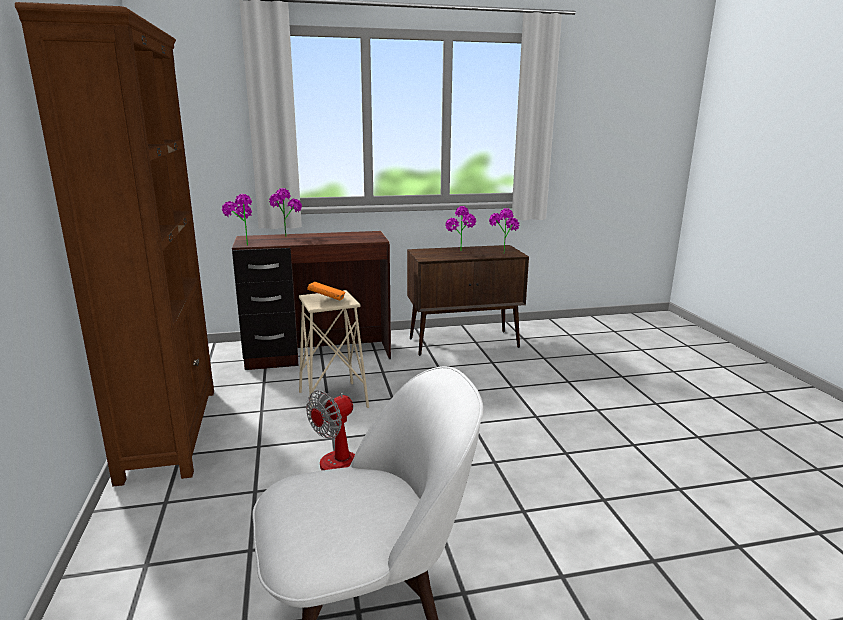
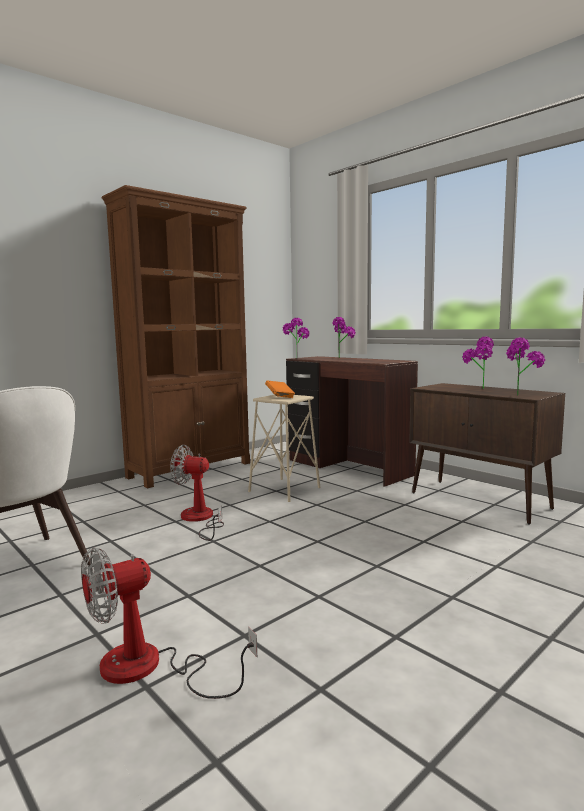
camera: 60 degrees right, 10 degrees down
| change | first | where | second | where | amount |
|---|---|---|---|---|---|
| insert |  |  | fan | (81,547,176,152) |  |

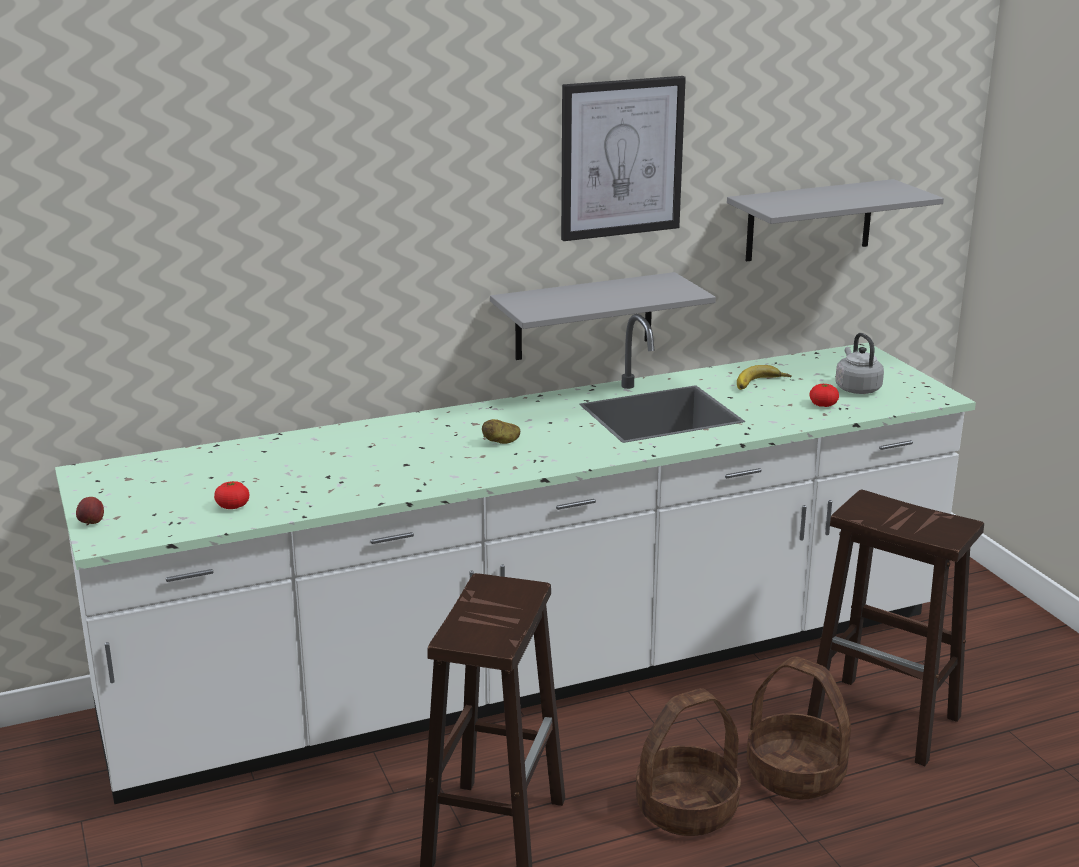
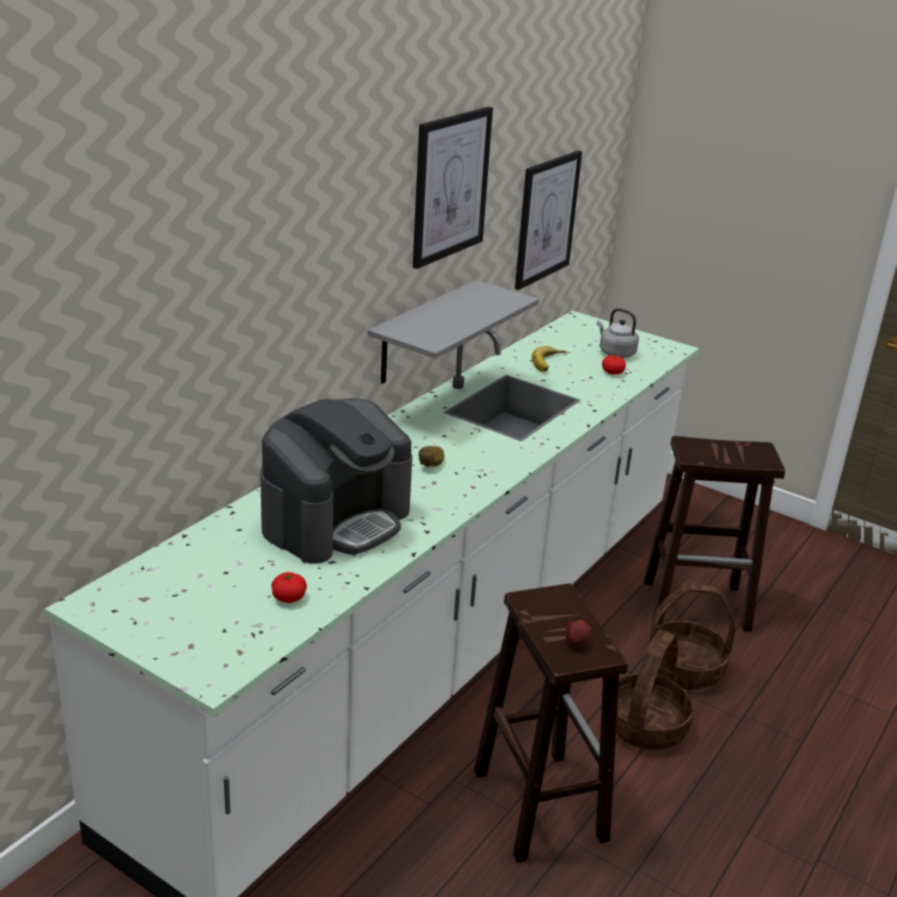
camera: 35 degrees left, 5 degrees up
| change | first | where | second | where | amount |
|---|---|---|---|---|---|
| move | apple | (76,497,28,28) |  | (566,620,25,28) |  |
| replace | grey shelf | (727,179,217,82) | picture | (515,151,67,139) |  |
| insert |  |  | coffee machine | (260,398,152,166) |  |

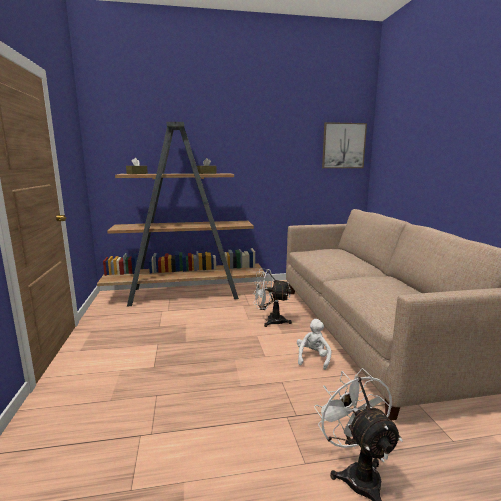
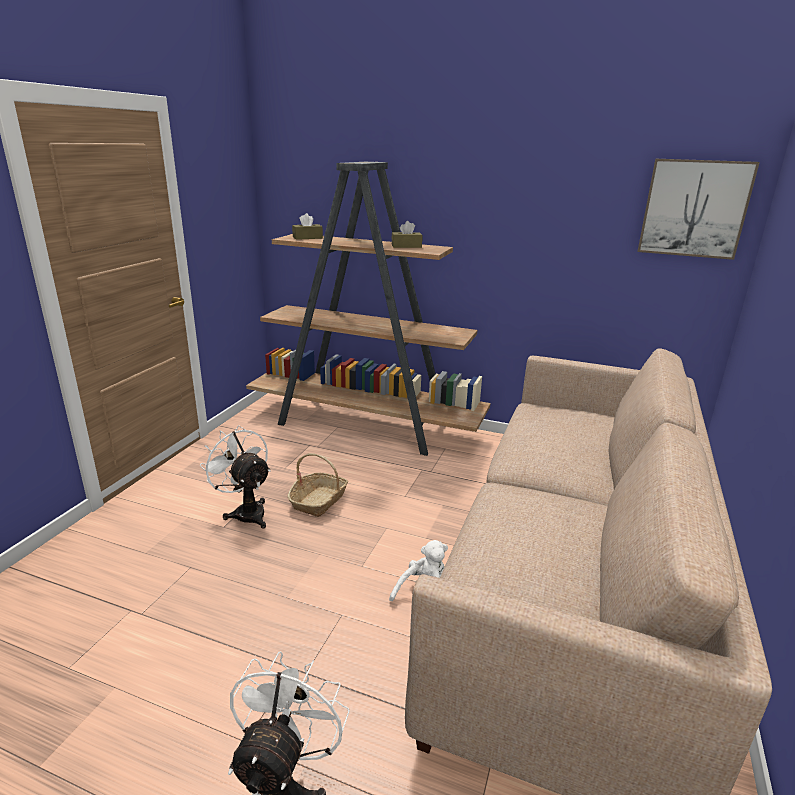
camera: 30 degrees right, 10 degrees up
| change | first | where | second | where | amount |
|---|---|---|---|---|---|
| move | white fan | (253,269,39,58) |  | (200,426,71,103) |  |
| insert |  |  | basket | (287,453,61,64) |  |

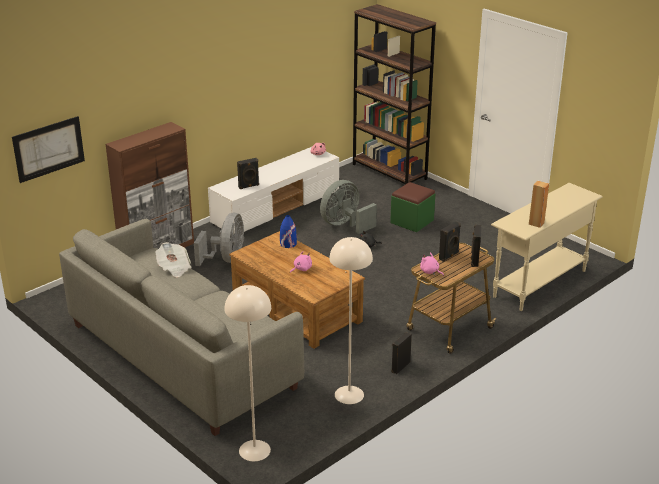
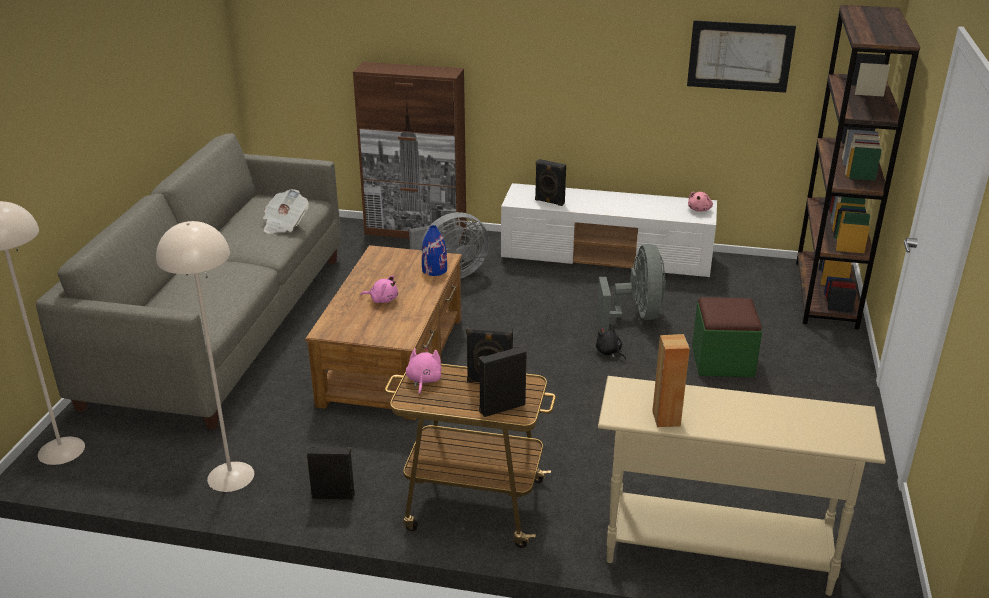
camera: 55 degrees right, 0 degrees up
| change | first | where | second | where | amount |
|---|---|---|---|---|---|
| move | picture | (12,116,73,67) |  | (687,20,109,73) |  |
| rotate | grey fan | (320,180,57,54) |  | (597,244,69,87) | 75 degrees clockwise |

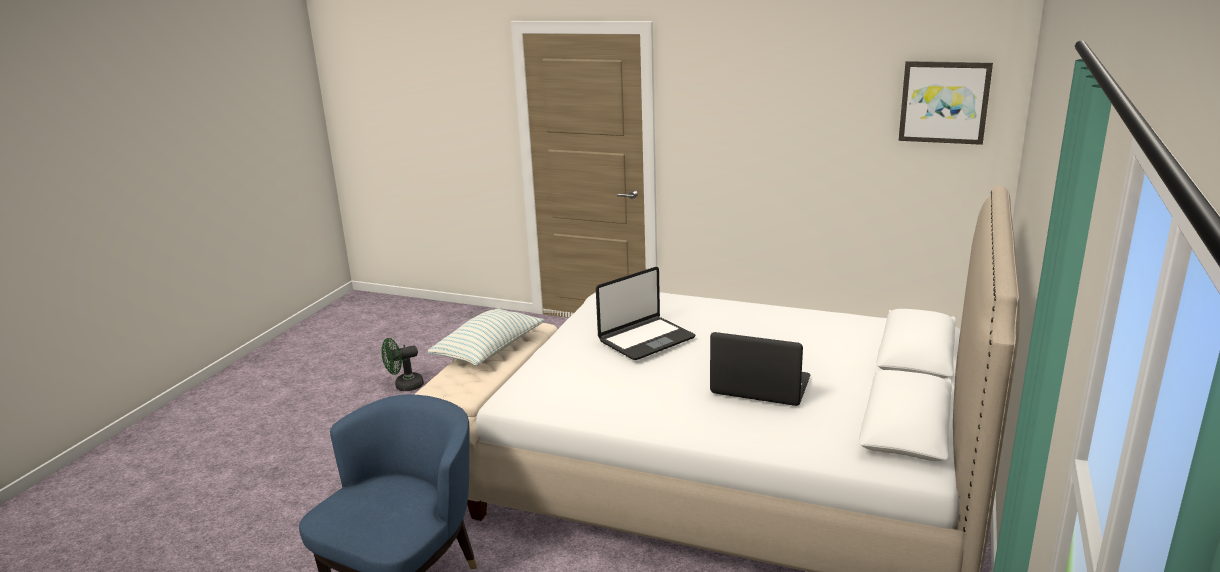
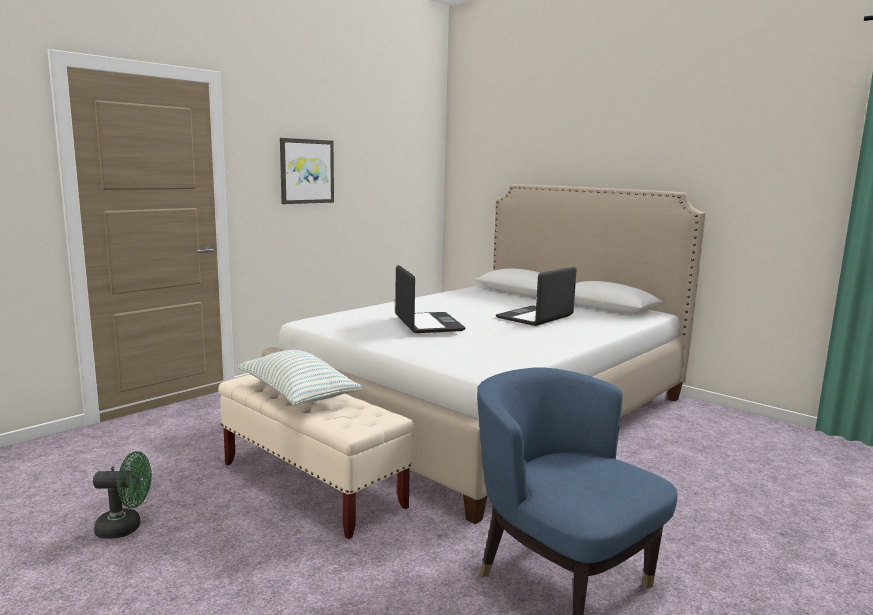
camera: 70 degrees left, 10 degrees down
| change | first | where | second | where | amount |
|---|---|---|---|---|---|
| rotate | green fan | (381,338,43,53) |  | (93,451,59,88) | 90 degrees counterclockwise |
| move | picture | (899,61,94,84) |  | (280,138,54,66) |  |

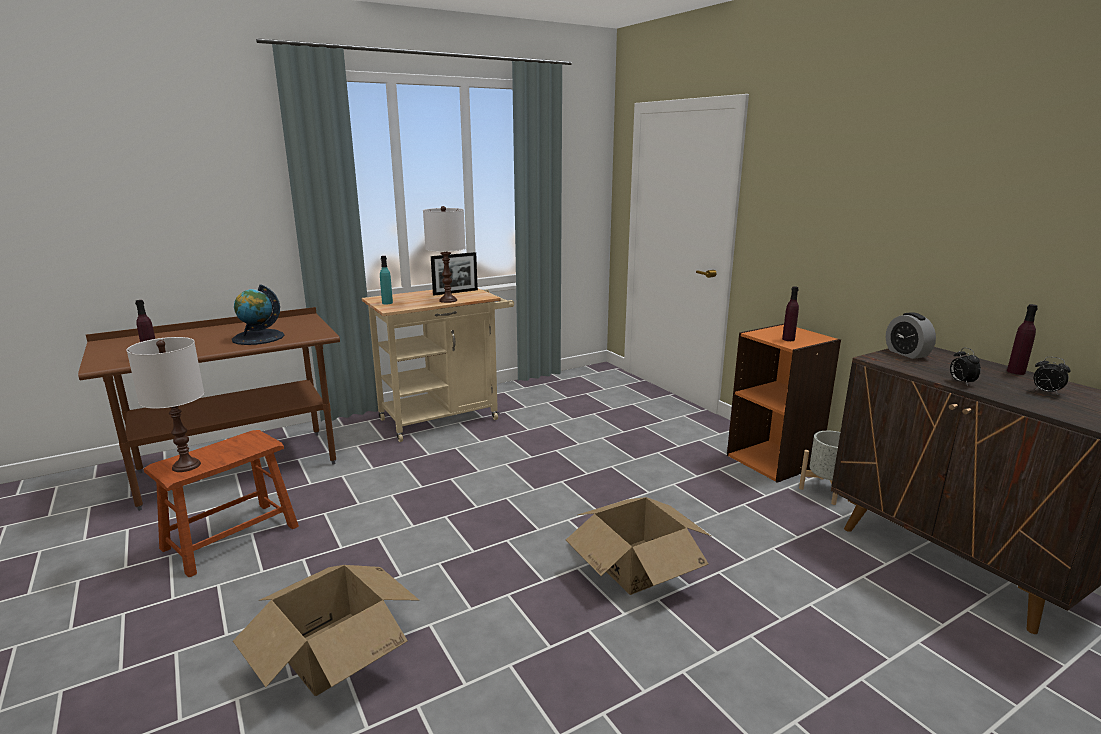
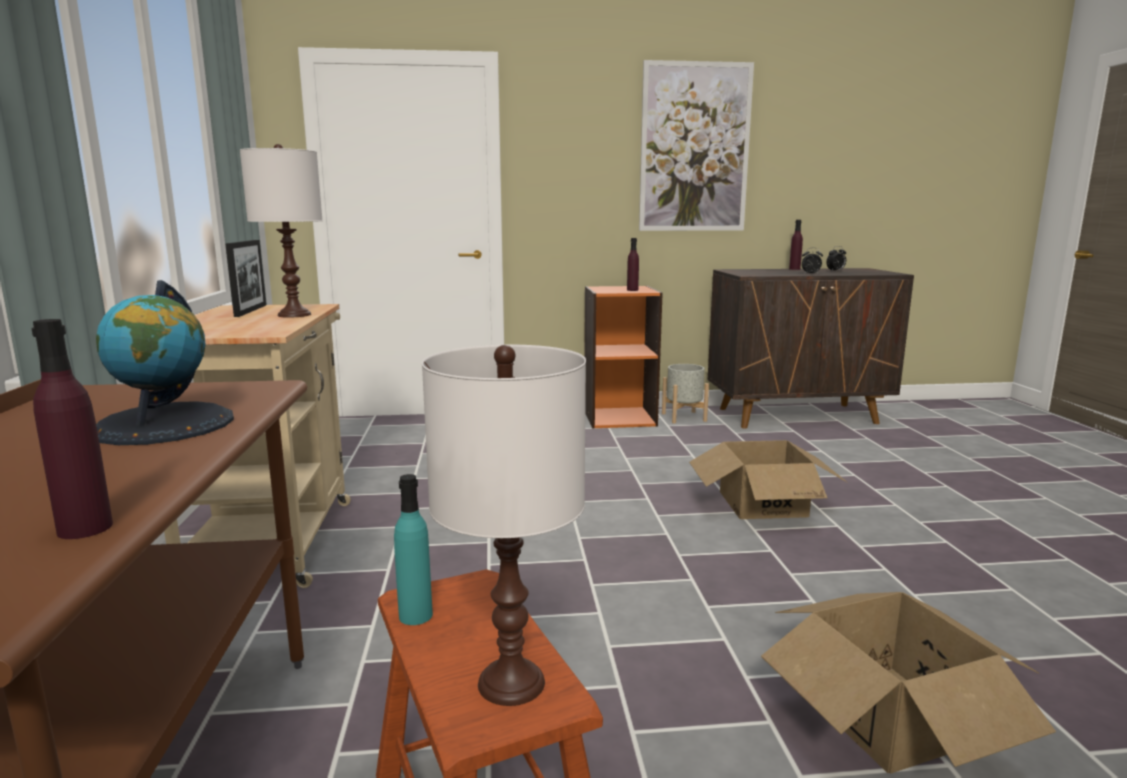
camera: 65 degrees left, 5 degrees down
| change | first | where | second | where | amount |
|---|---|---|---|---|---|
| move | turquoise bottle | (380,256,13,48) |  | (394,474,39,151) |  |
| delete | alarm clock | (886,312,50,47) |  |  |  |
| insert |  |  | picture | (639,60,115,171) |  |

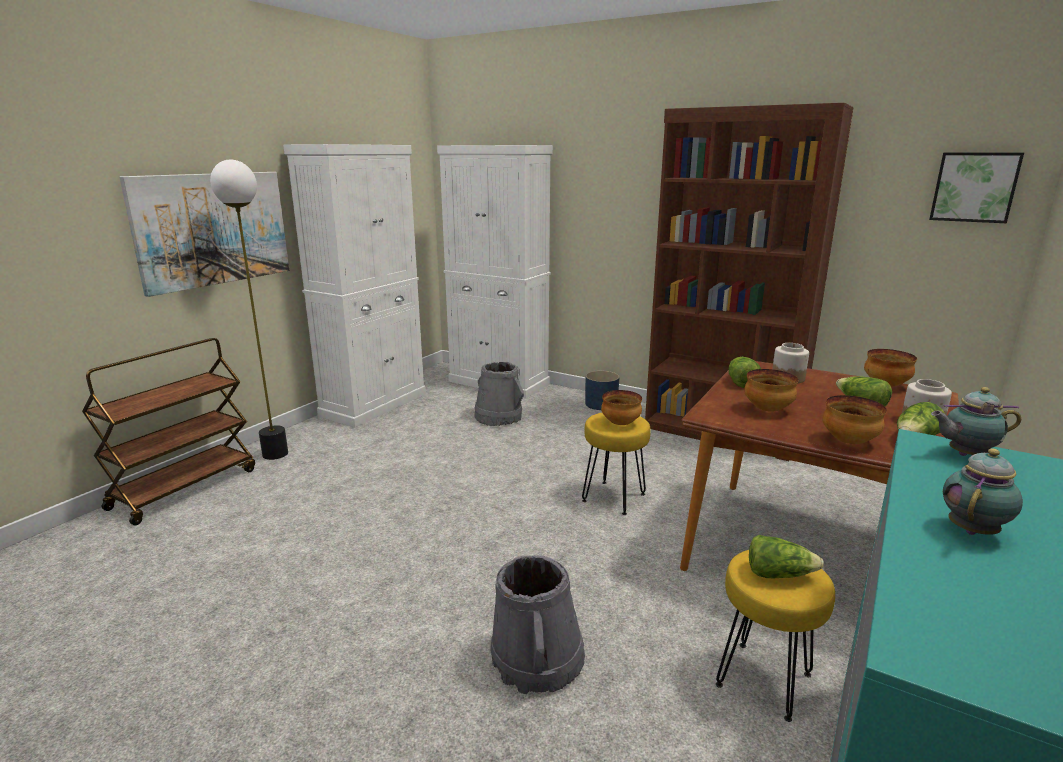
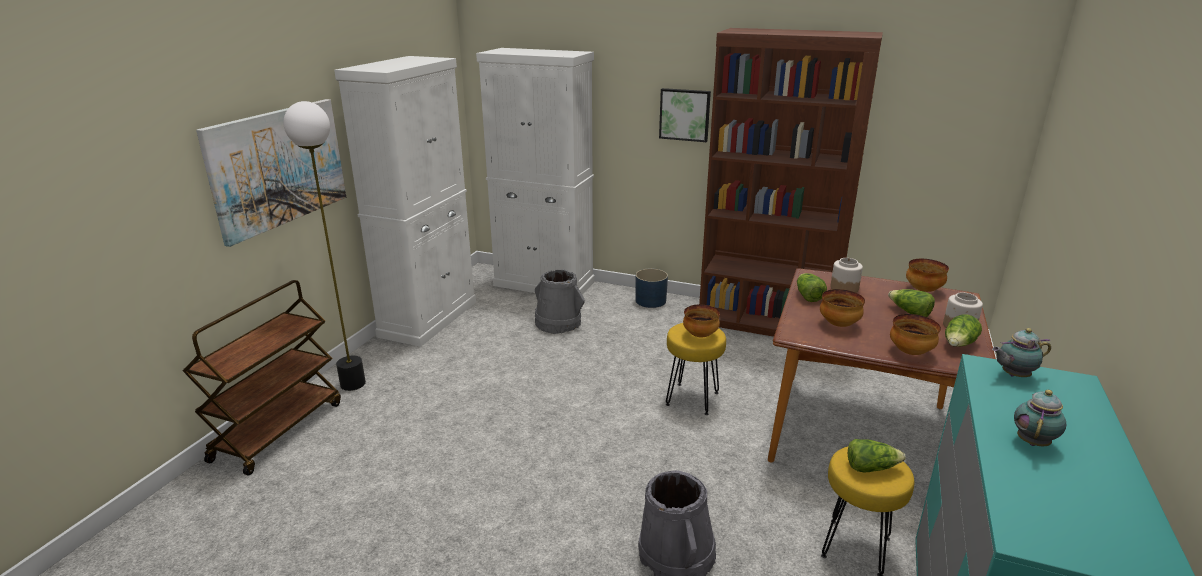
camera: 10 degrees left, 5 degrees up
| change | first | where | second | where | amount |
|---|---|---|---|---|---|
| move | picture | (929,152,95,71) |  | (659,88,52,54) |  |

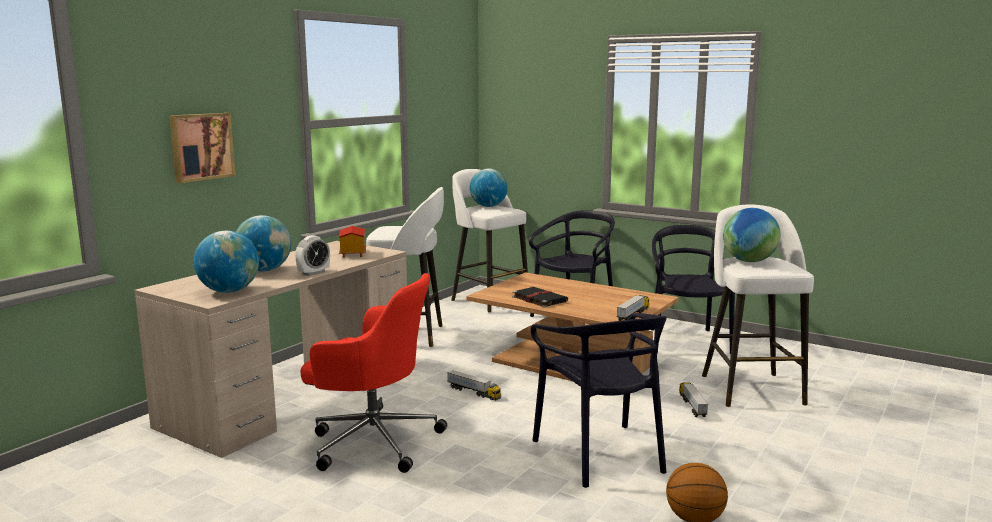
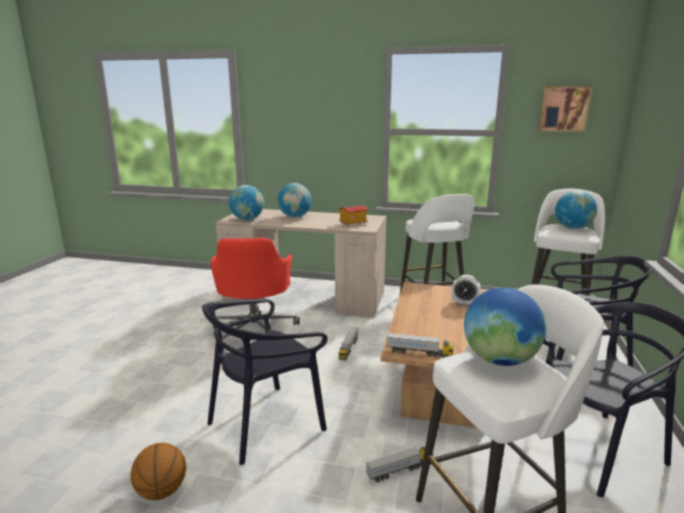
camera: 70 degrees right, 5 degrees up
| change | first | where | second | where | amount |
|---|---|---|---|---|---|
| move | picture | (169,113,67,70) |  | (538,86,55,46) |  |
| move | alarm clock | (295,235,35,41) |  | (452,275,29,31) |  |
| delete | black book | (512,287,56,21) |  |  |  |

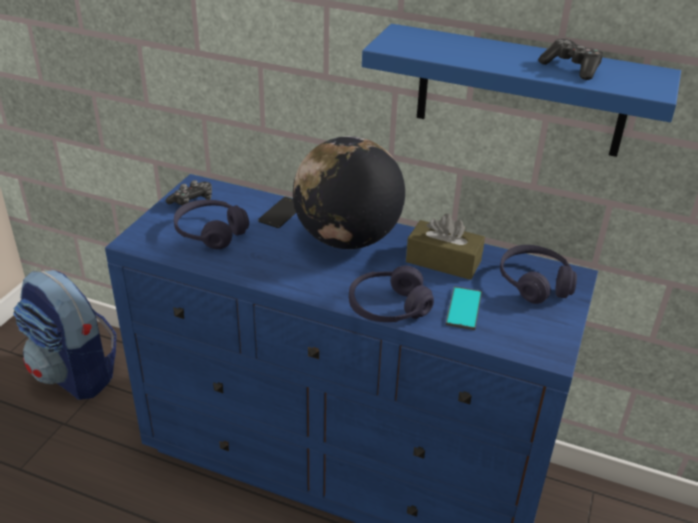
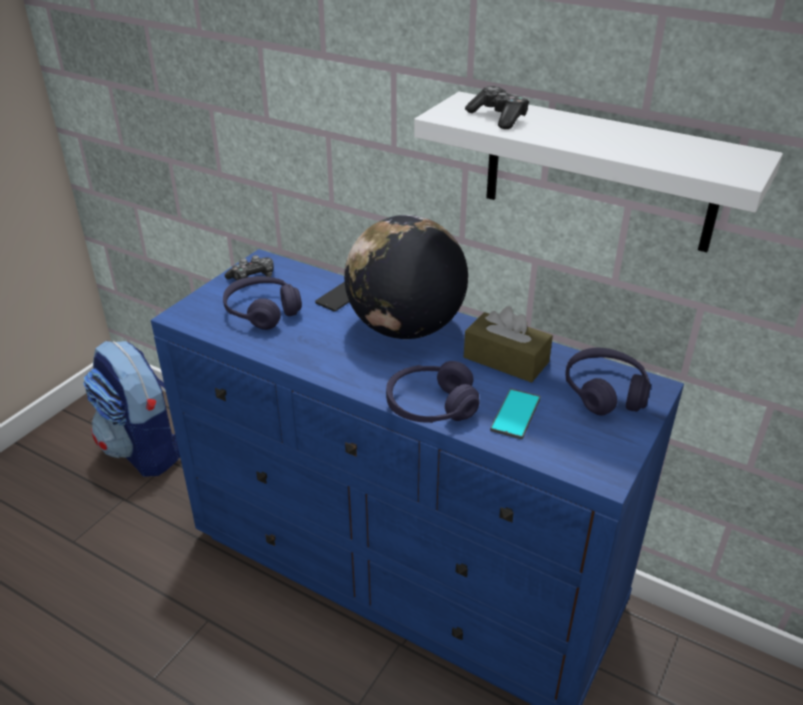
camera: 10 degrees right, 0 degrees up
| change | first | where | second | where | amount |
|---|---|---|---|---|---|
| recolor | blue shelf | (362,24,319,133) | white shelf | (414,92,369,160) |  |
| move | game controller | (538,39,65,41) |  | (465,86,64,43) |  |

